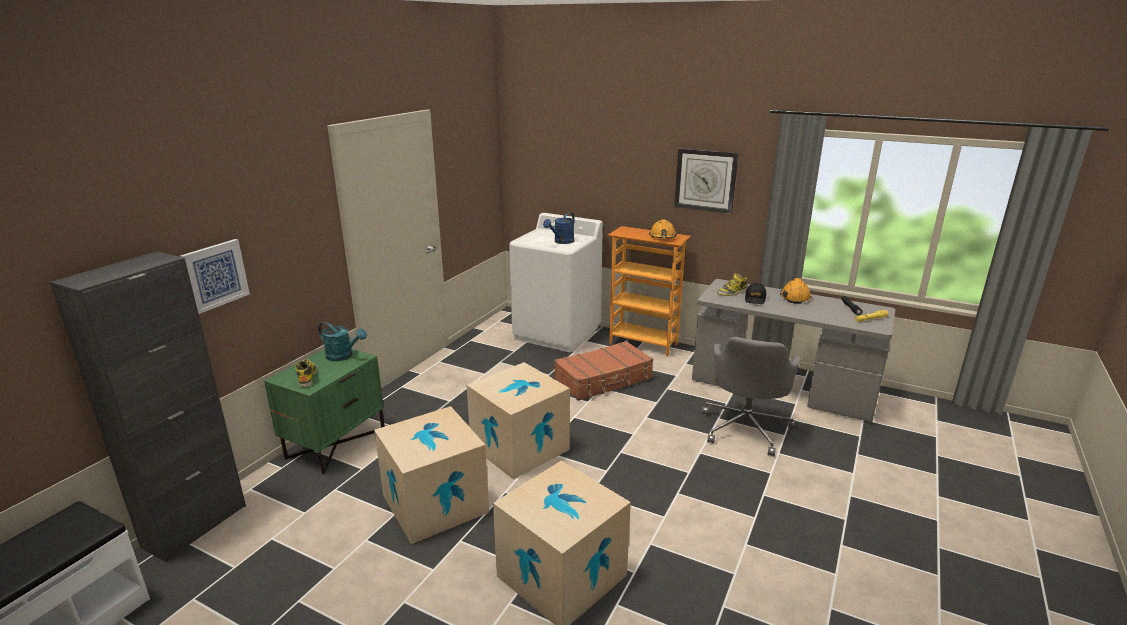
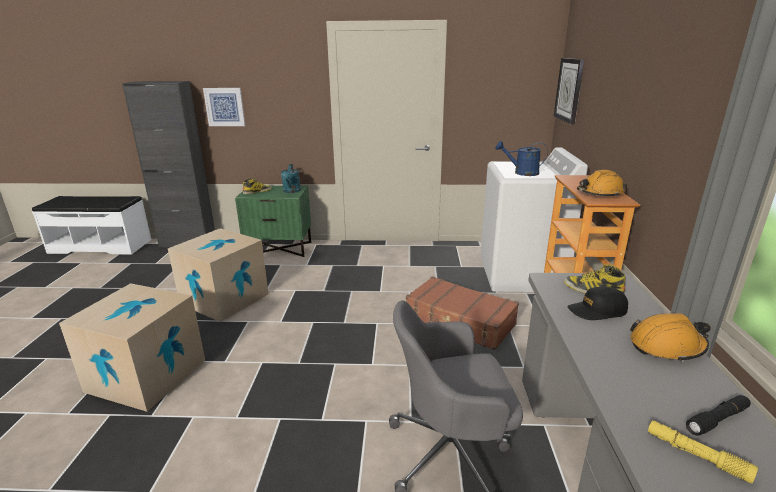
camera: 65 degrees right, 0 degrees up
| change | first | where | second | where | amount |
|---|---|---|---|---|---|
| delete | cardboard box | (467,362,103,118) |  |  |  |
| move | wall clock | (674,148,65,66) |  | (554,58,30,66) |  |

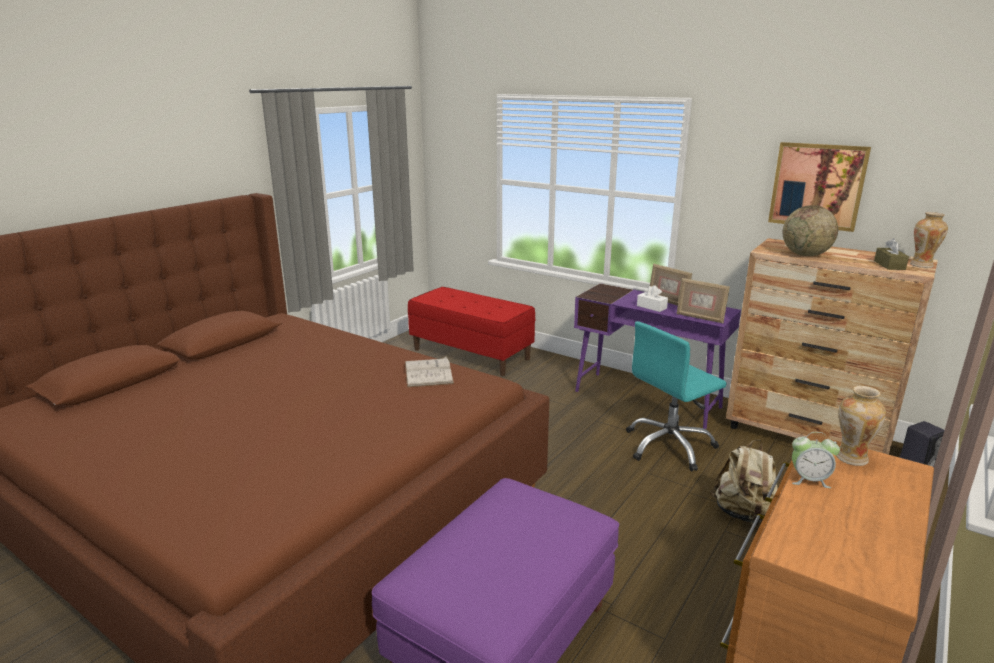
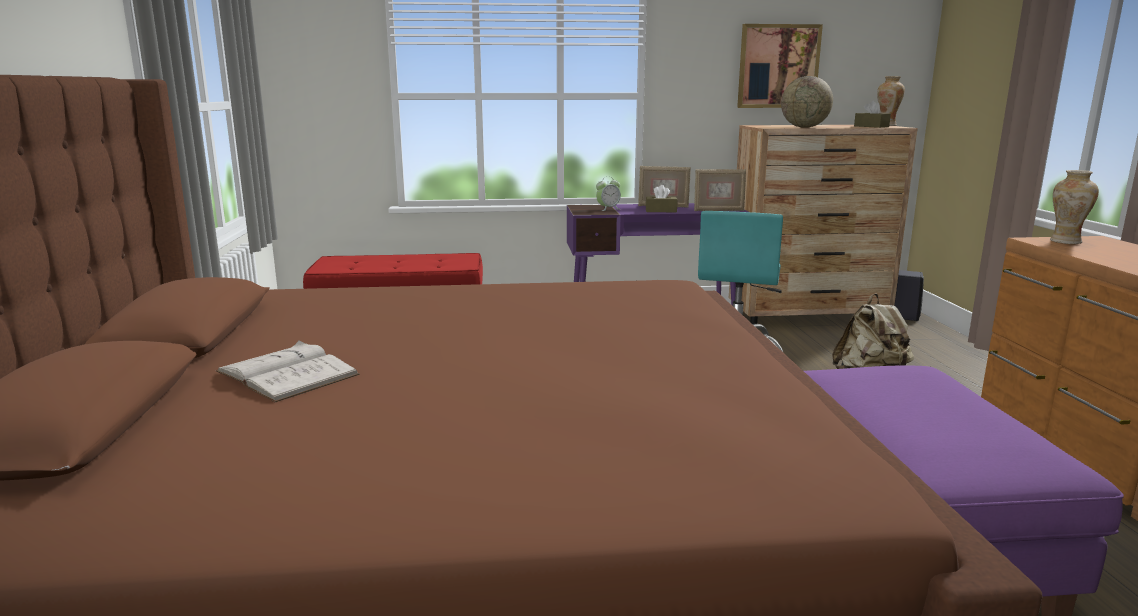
camera: 40 degrees left, 5 degrees down
| change | first | where | second | where | amount |
|---|---|---|---|---|---|
| move | white book | (405,357,49,30) |  | (216,340,144,62) |  |
| recolor | white tissue box | (637,285,31,27) | brown tissue box | (646,185,32,27) |  |
| move | alarm clock | (792,432,48,56) |  | (596,176,25,35) |  |

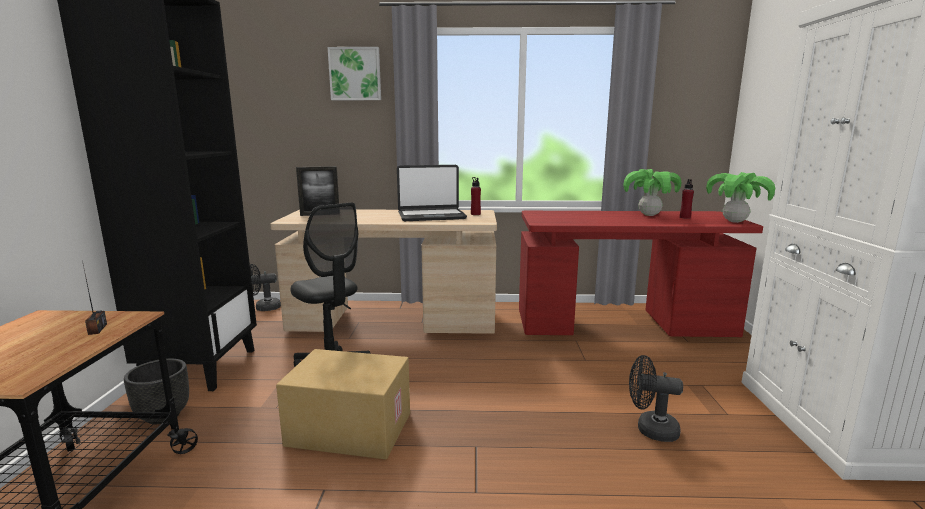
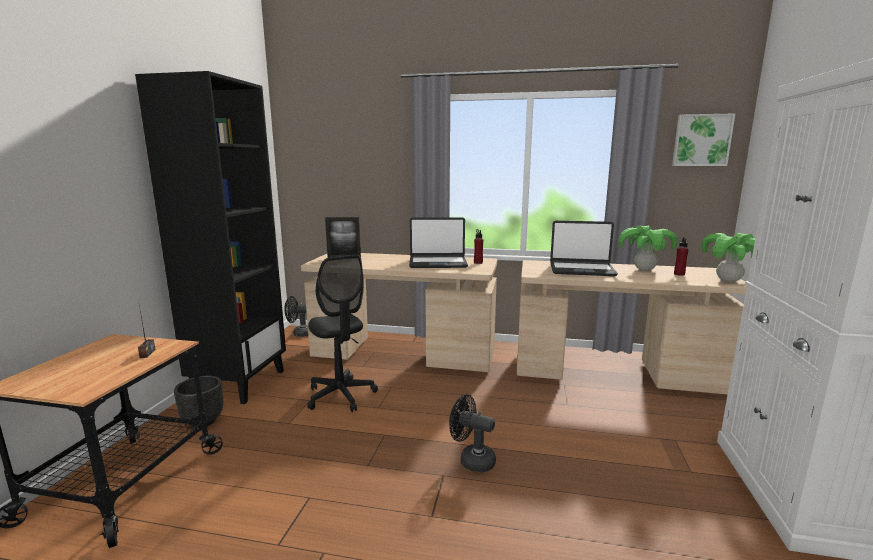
camera: 10 degrees right, 0 degrees up
| change | first | where | second | where | amount |
|---|---|---|---|---|---|
| delete | cardboard box | (276,349,134,111) |  |  |  |
| move | picture | (328,47,53,53) |  | (672,114,63,52) |  |
| recolor | red desk | (519,211,244,126) | beige desk | (517,260,230,134) |  |
| move | black fan | (629,355,54,87) |  | (449,394,47,78) |  |
| insert |  |  | laptop | (550,221,68,55) |  |

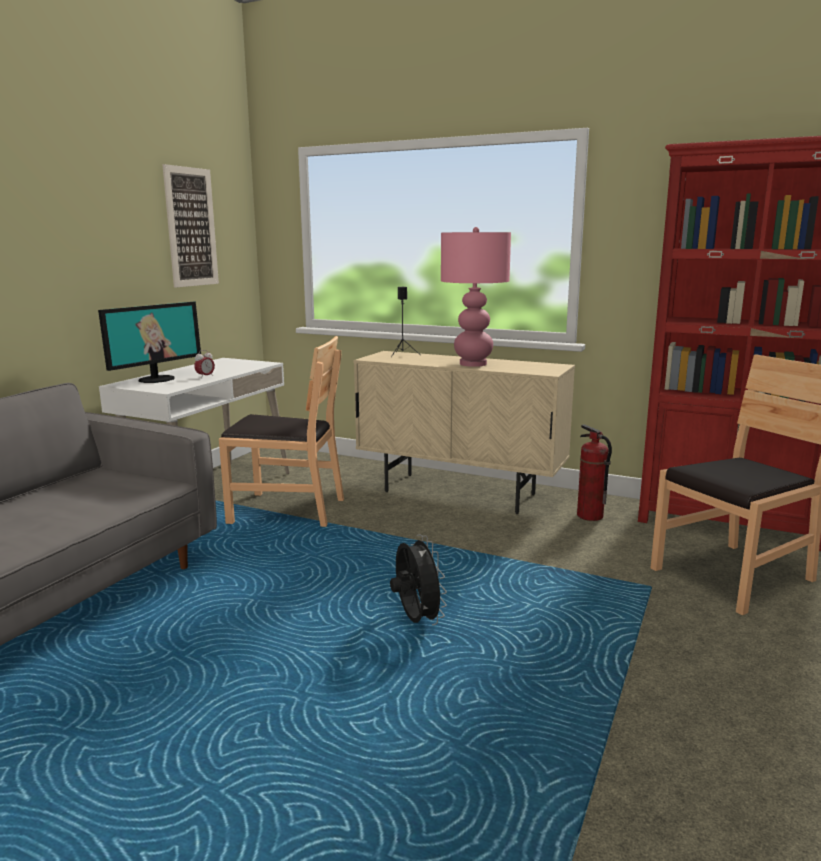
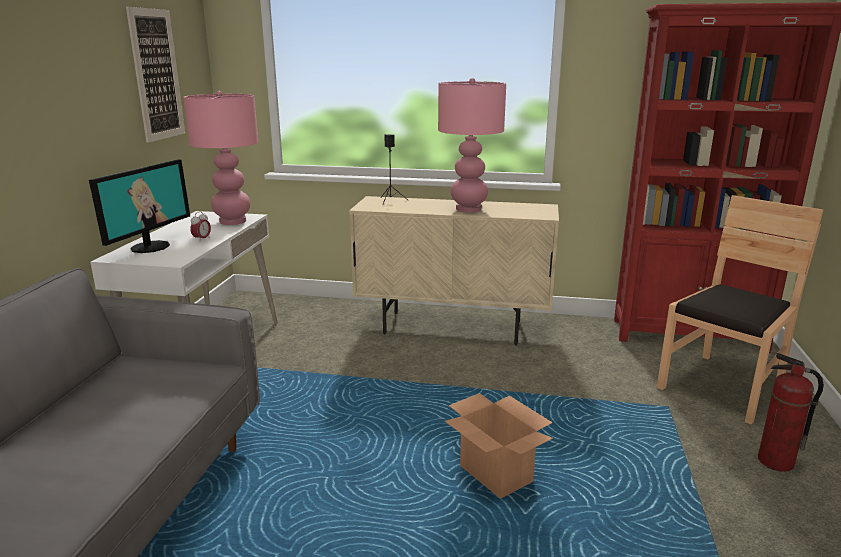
camera: 15 degrees left, 5 degrees up
| change | first | where | second | where | amount |
|---|---|---|---|---|---|
| delete | brown chair | (219,336,125,191) |  |  |  |
| replace | black fan | (390,535,57,91) | cardboard box | (445,393,108,106) |  |
| move | fire extinguisher | (577,424,35,97) |  | (758,353,66,119) |  |
| insert |  |  | pink table lamp | (183,91,75,134) |  |

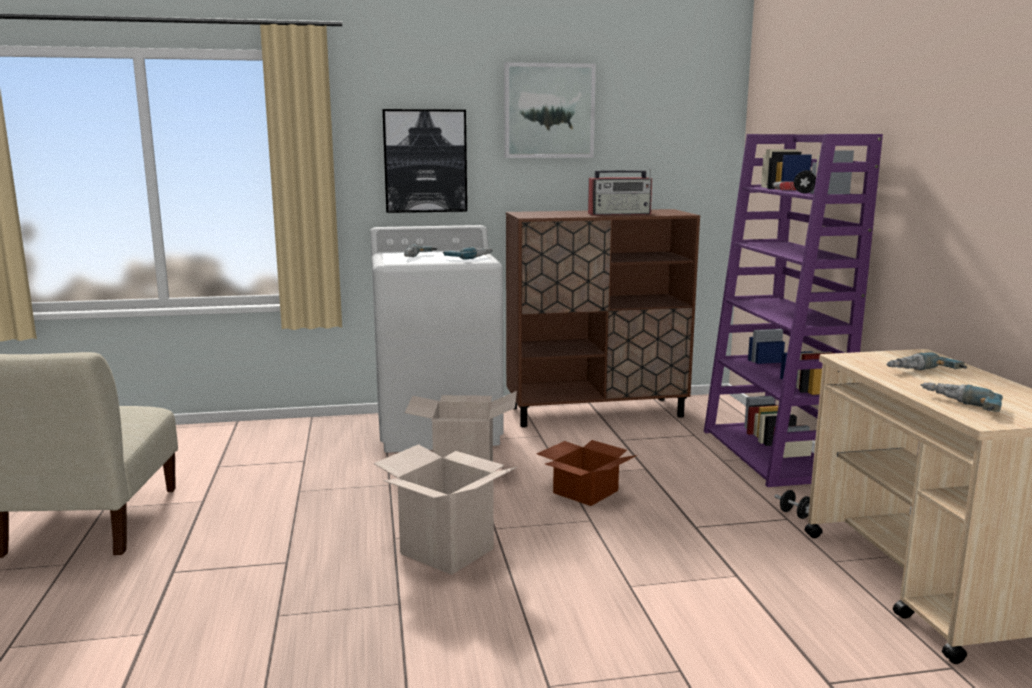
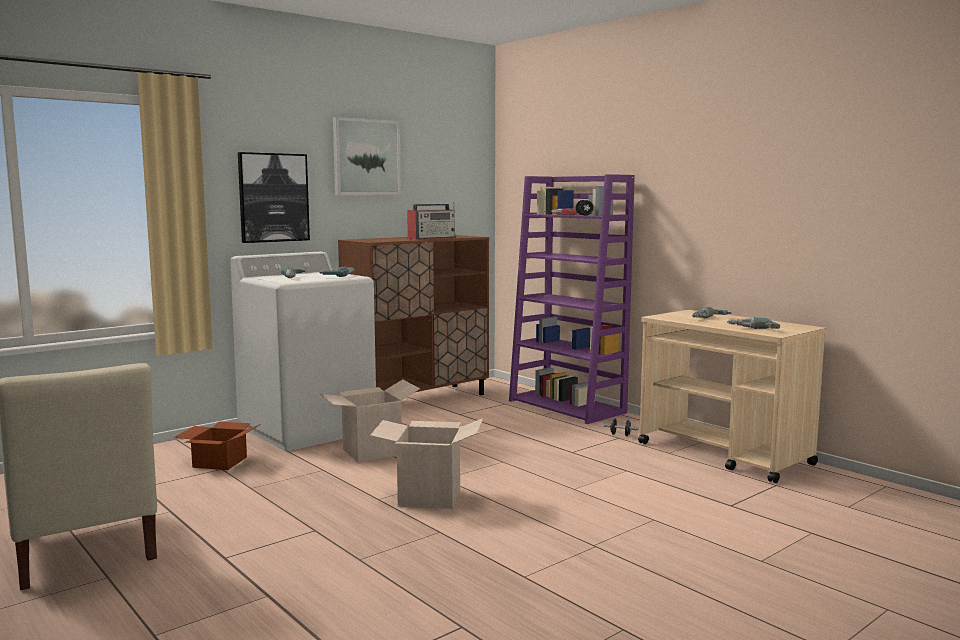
camera: 30 degrees left, 5 degrees down
| change | first | where | second | where | amount |
|---|---|---|---|---|---|
| move | cardboard box | (536,440,101,66) |  | (173,421,88,49) |  |

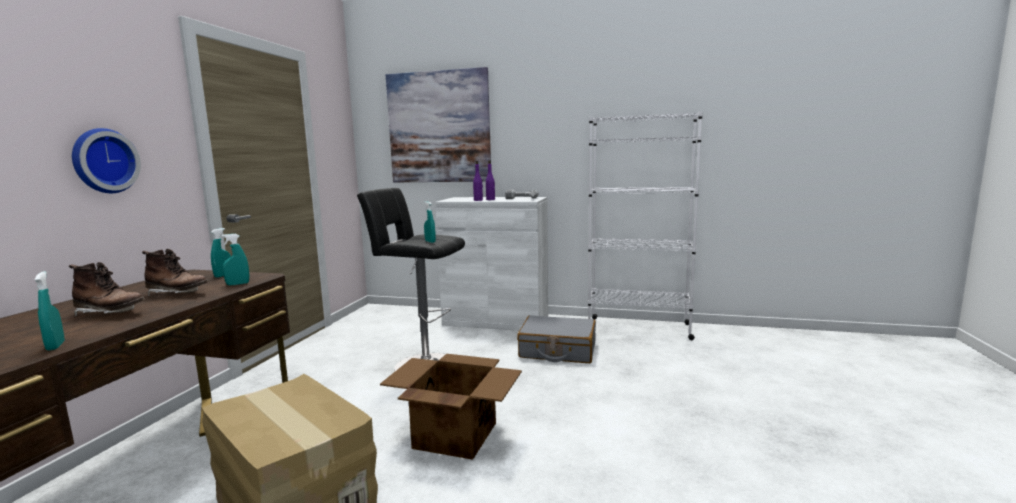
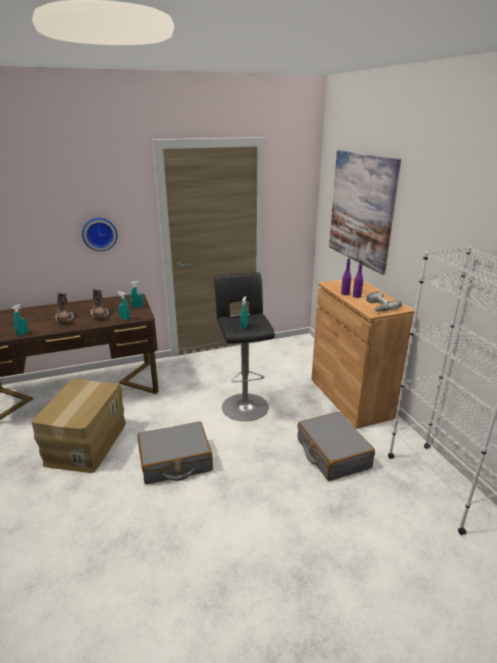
camera: 55 degrees right, 15 degrees up
| change | first | where | second | where | amount |
|---|---|---|---|---|---|
| replace | cardboard box | (380,354,142,106) | grey suitcase | (138,422,75,62) |  |
| recolor | white cabinet | (435,197,113,134) | brown cabinet | (311,278,104,151) |  |

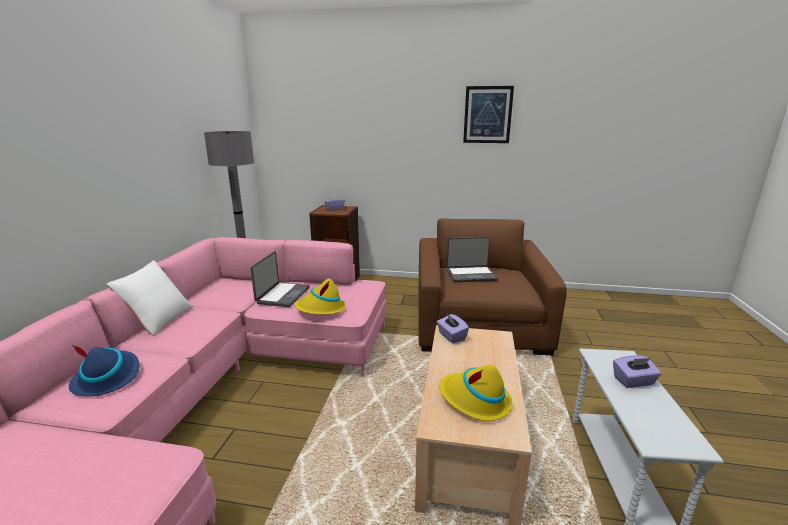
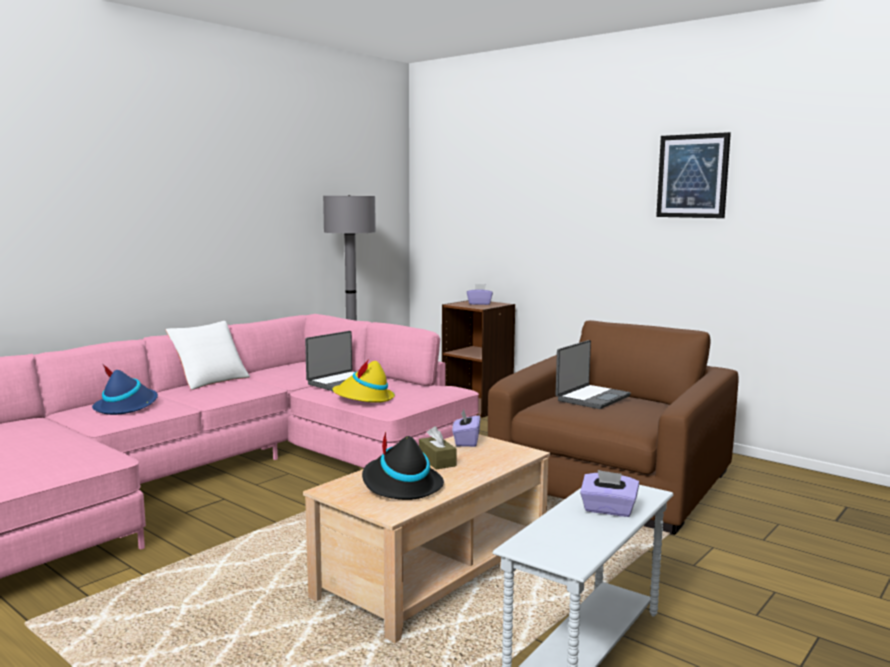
camera: 30 degrees right, 10 degrees down
| change | first | where | second | where | amount |
|---|---|---|---|---|---|
| recolor | yellow hat | (439,365,73,56) | black hat | (362,432,82,68) |  |
| rotate | laptop | (447,237,51,45) |  | (555,340,76,69) | 75 degrees counterclockwise |
| insert |  |  | brown tissue box | (419,426,38,43) |  |

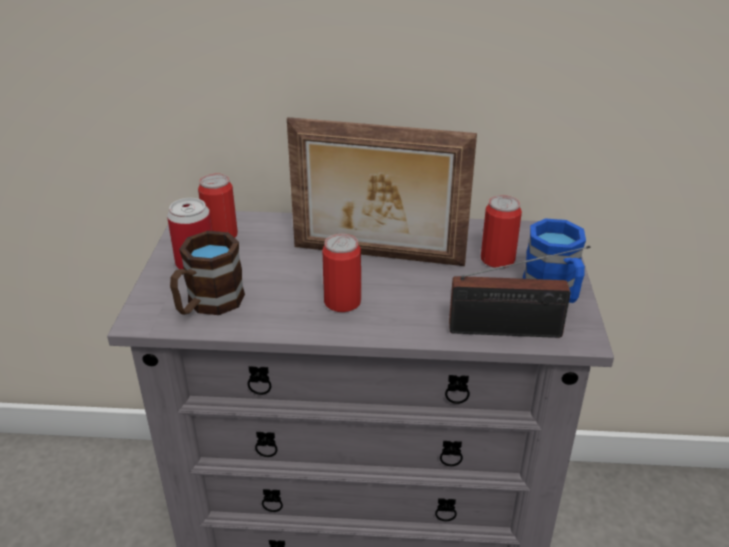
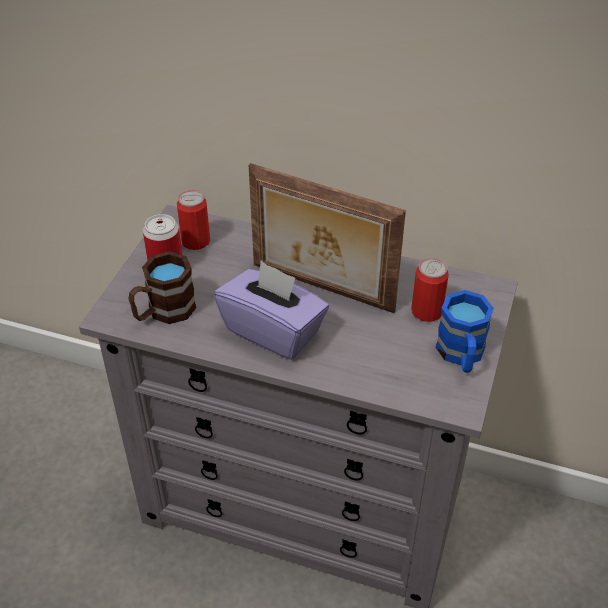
camera: 15 degrees right, 10 degrees up
| change | first | where | second | where | amount |
|---|---|---|---|---|---|
| replace | can | (322,234,39,78) | purple tissue box | (214,261,115,99) |  |
| delete | radio | (449,246,142,92) |  |  |  |

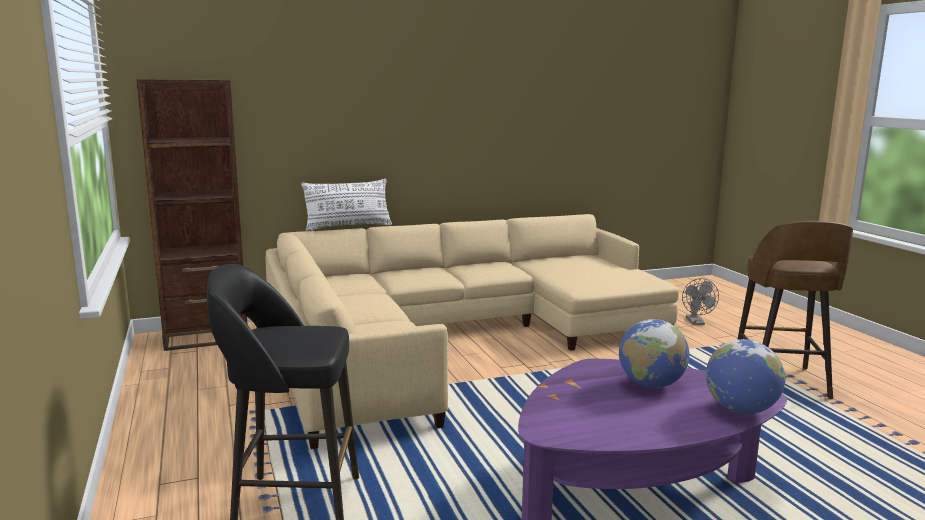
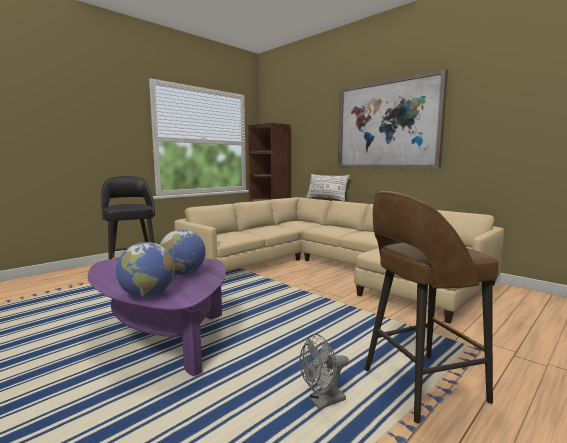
camera: 65 degrees right, 5 degrees down
| change | first | where | second | where | amount |
|---|---|---|---|---|---|
| move | grey fan | (682,278,37,47) |  | (299,334,50,76) |  |
| insert |  |  | picture | (338,69,110,100) |  |

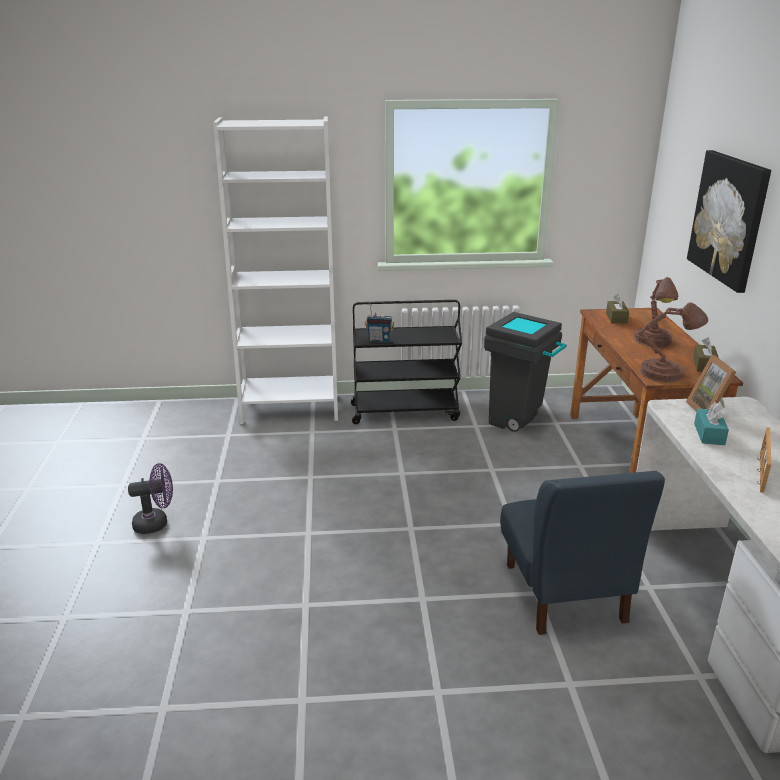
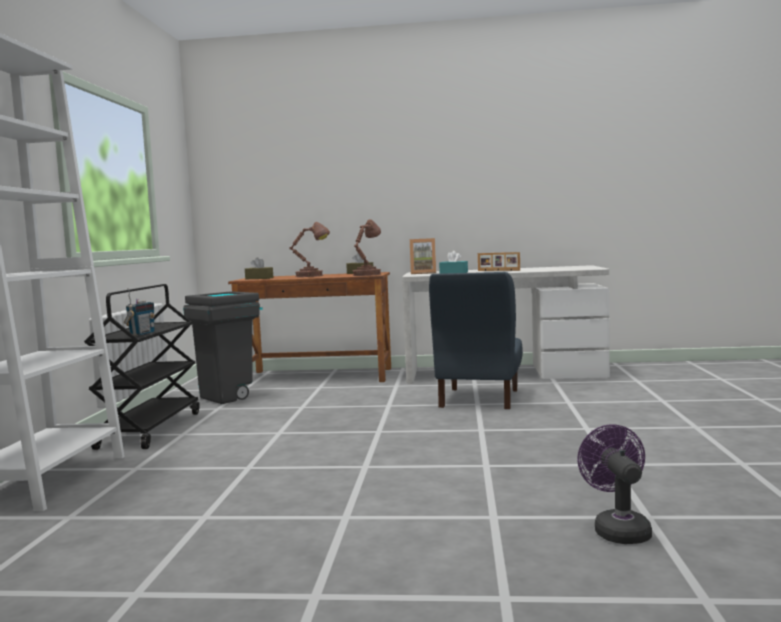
camera: 80 degrees left, 20 degrees down
| change | first | where | second | where | amount |
|---|---|---|---|---|---|
| move | purple fan | (128,463,45,71) |  | (577,424,75,120) |  |
| rotate | blue chair | (500,471,165,164) |  | (429,272,94,137) | 105 degrees clockwise |
| delete | picture | (687,150,84,143) |  |  |  |

